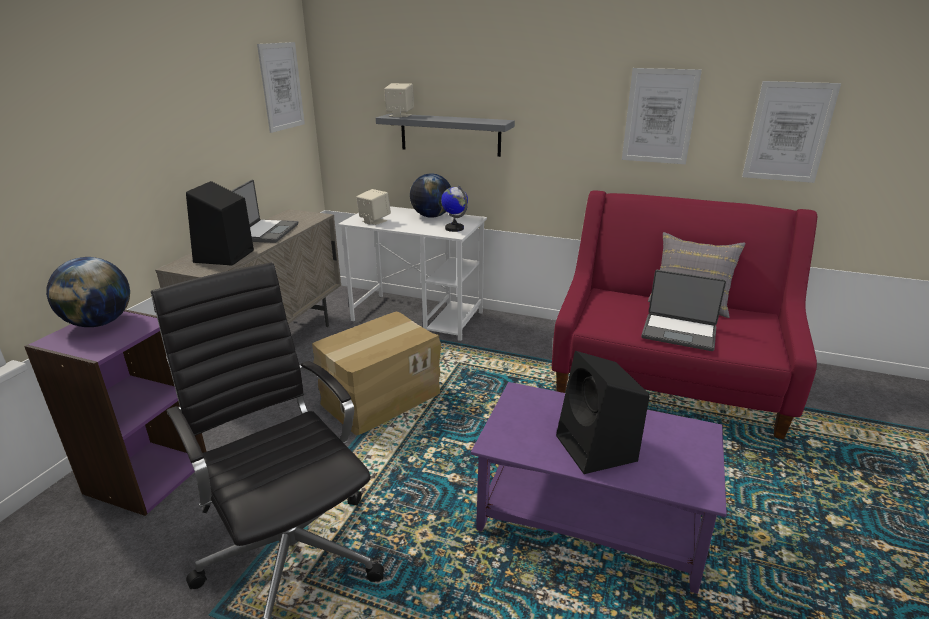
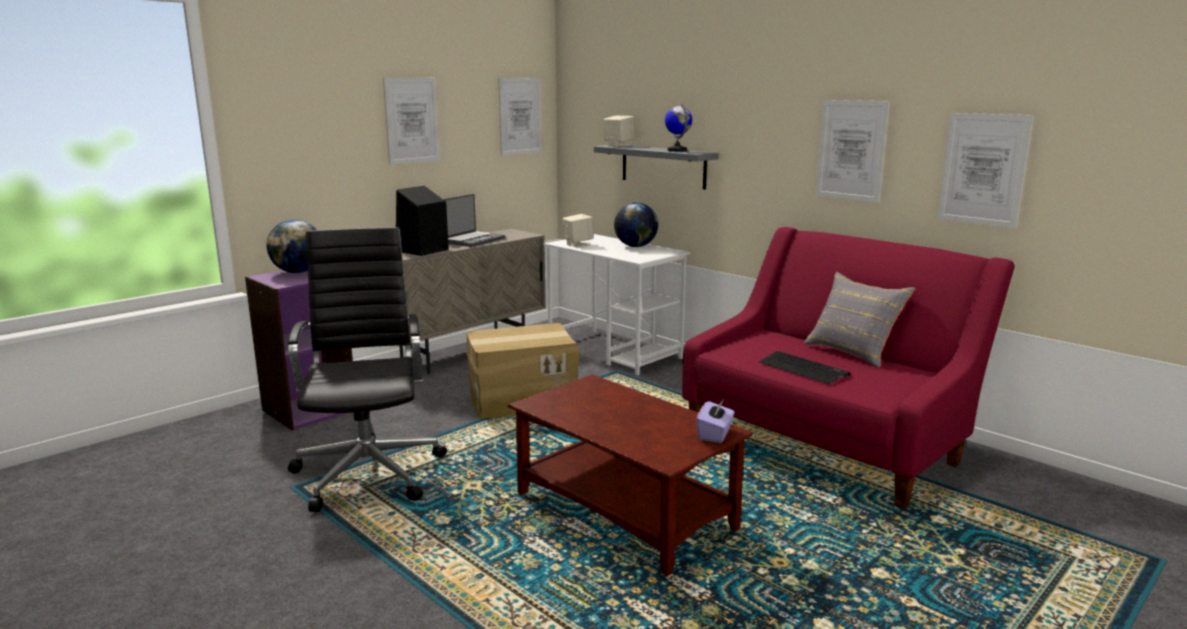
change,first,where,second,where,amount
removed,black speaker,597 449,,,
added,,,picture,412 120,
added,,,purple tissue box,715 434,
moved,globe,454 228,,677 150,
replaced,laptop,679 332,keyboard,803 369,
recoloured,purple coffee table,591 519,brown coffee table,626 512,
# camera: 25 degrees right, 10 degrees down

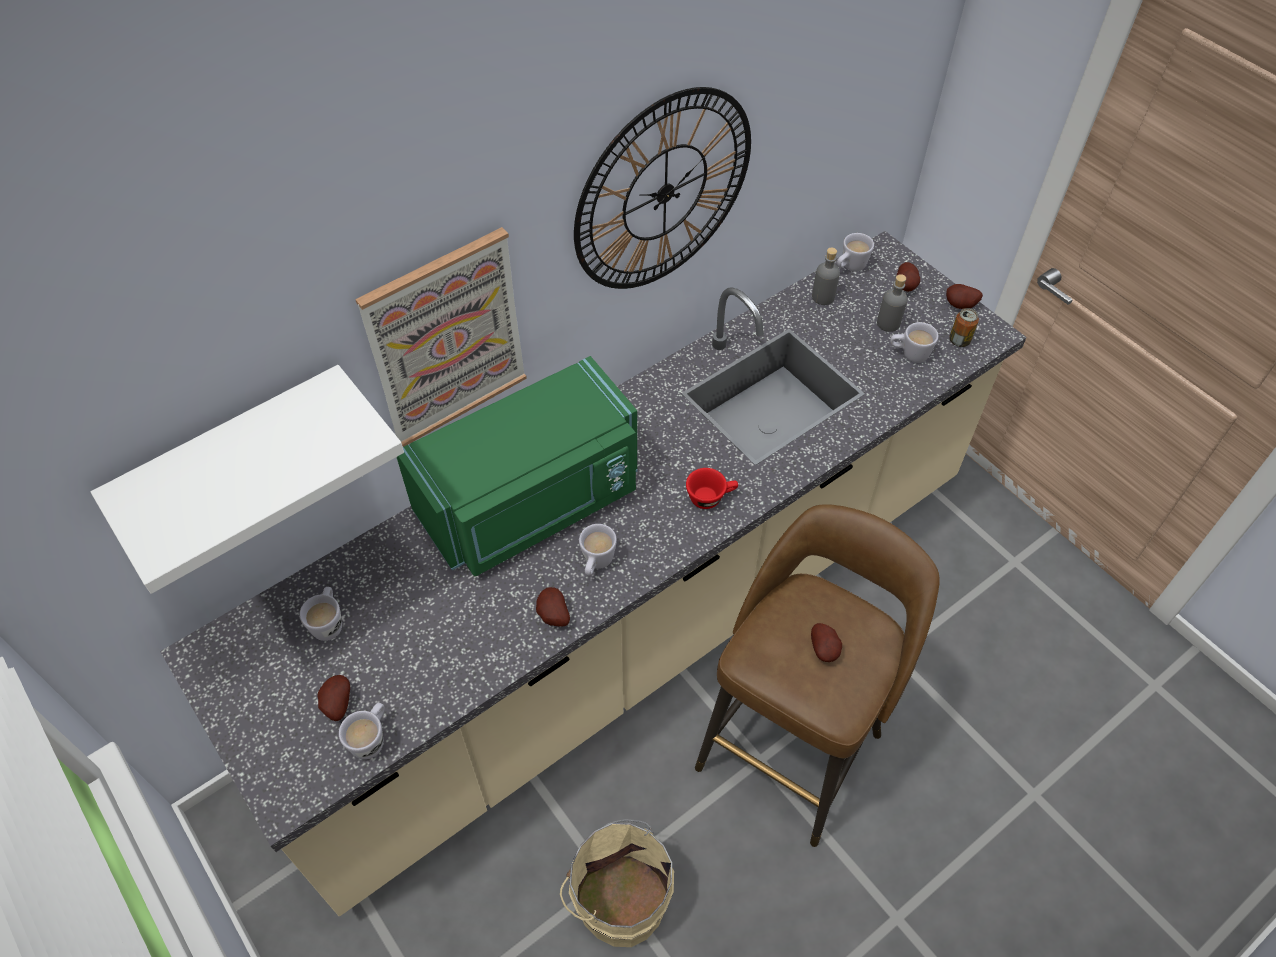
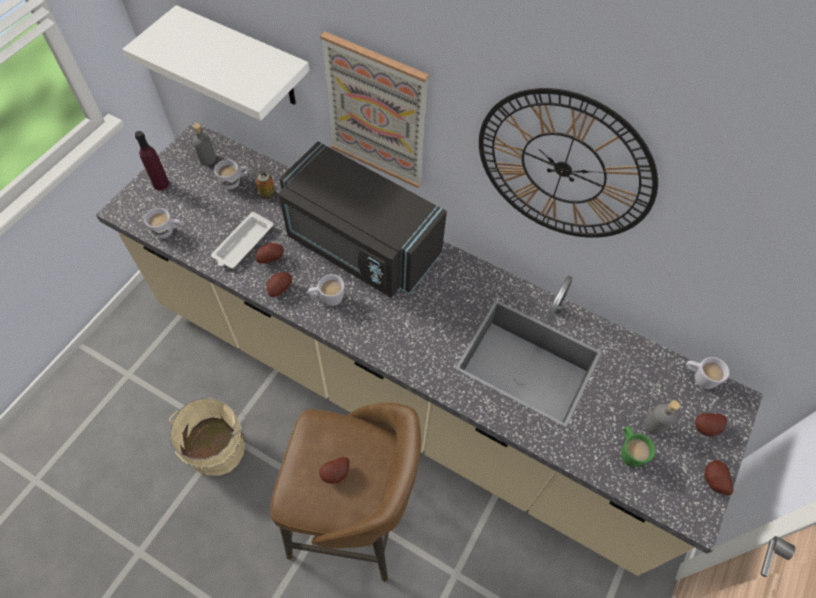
change,first,where,second,where,amount
removed,red cup,711 497,,,
added,,,purple bottle,161 184,
added,,,white tray,242 244,
moved,potato,336 704,,270 258,
moved,grey bottle,823 297,,207 159,
moved,can,959 341,,267 194,
recoloured,green microwave,532 503,black microwave,359 246,
recoloured,white mug,909 354,green mug,628 451,
# camera: 65 degrees right, 5 degrees up

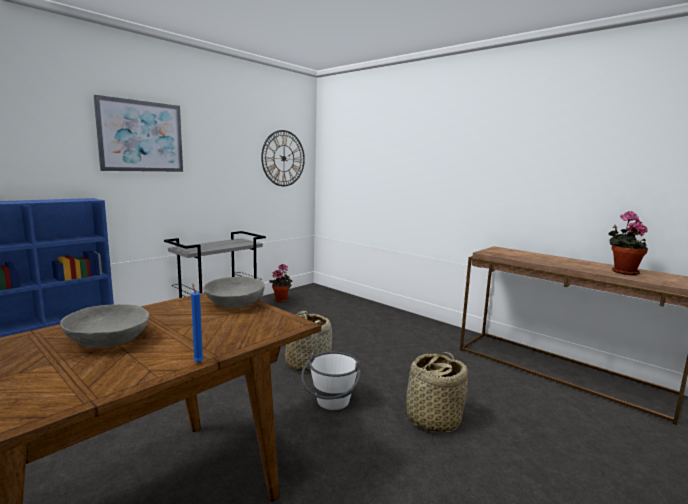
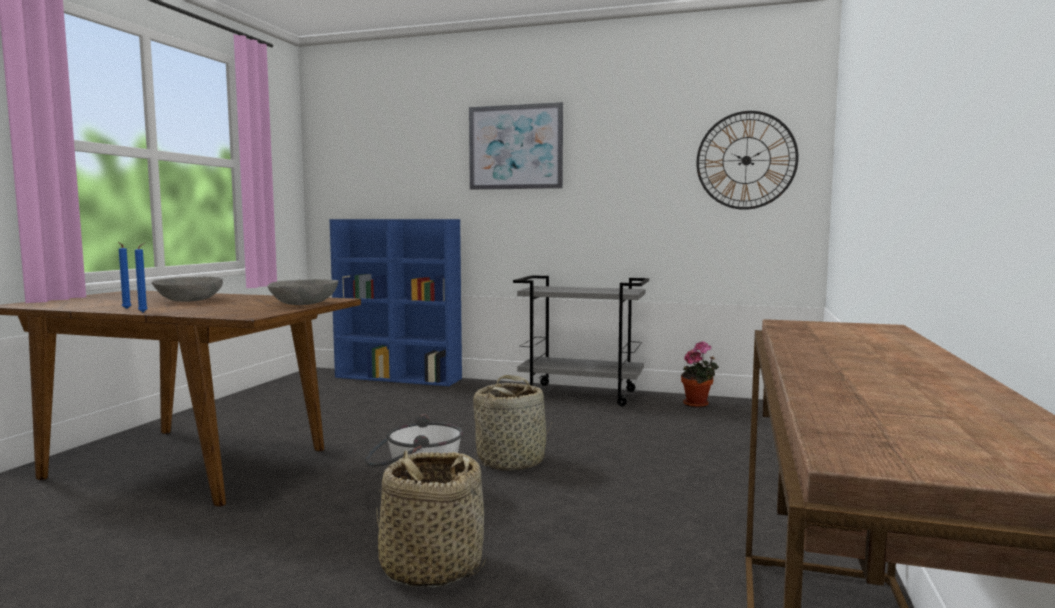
change,first,where,second,where,amount
removed,potted plant,622 272,,,
added,,,blue candle,126 309,
# camera: 65 degrees right, 5 degrees down

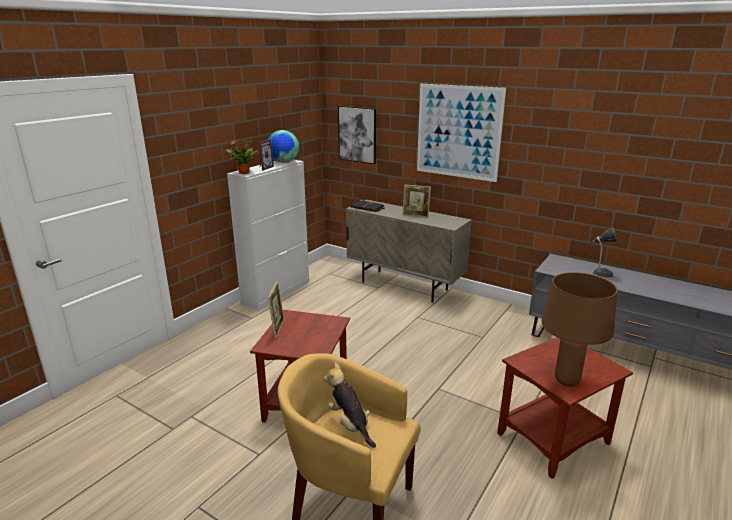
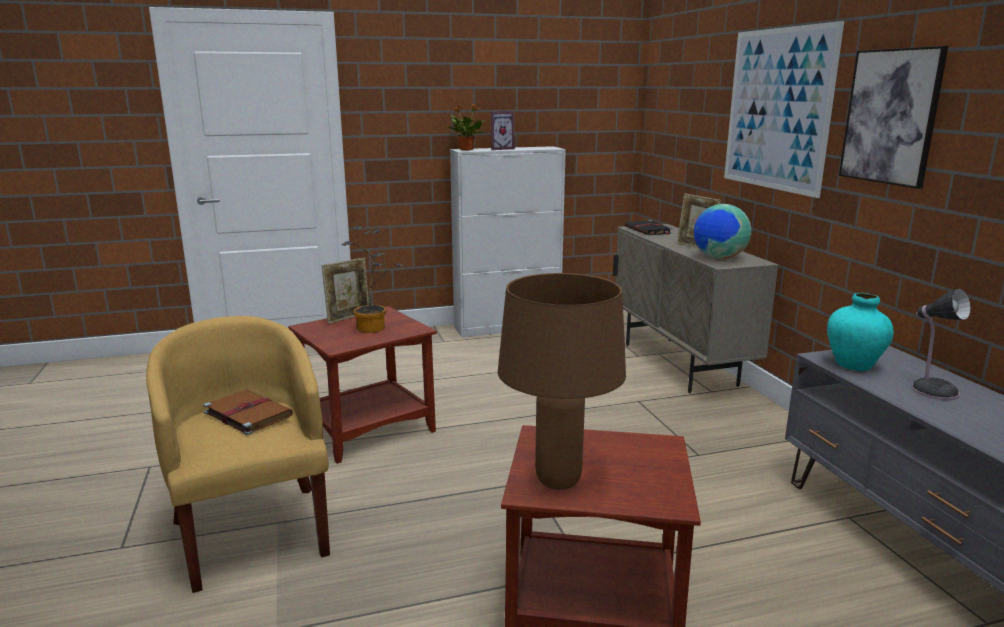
change,first,where,second,where,amount
added,,,potted plant,375 328,
added,,,turquoise vase,853 365,
moved,globe,283 162,,719 258,
moved,picture,357 134,,891 116,
replaced,plush toy,350 424,brown book,247 414,
# camera: 40 degrees right, 5 degrees down

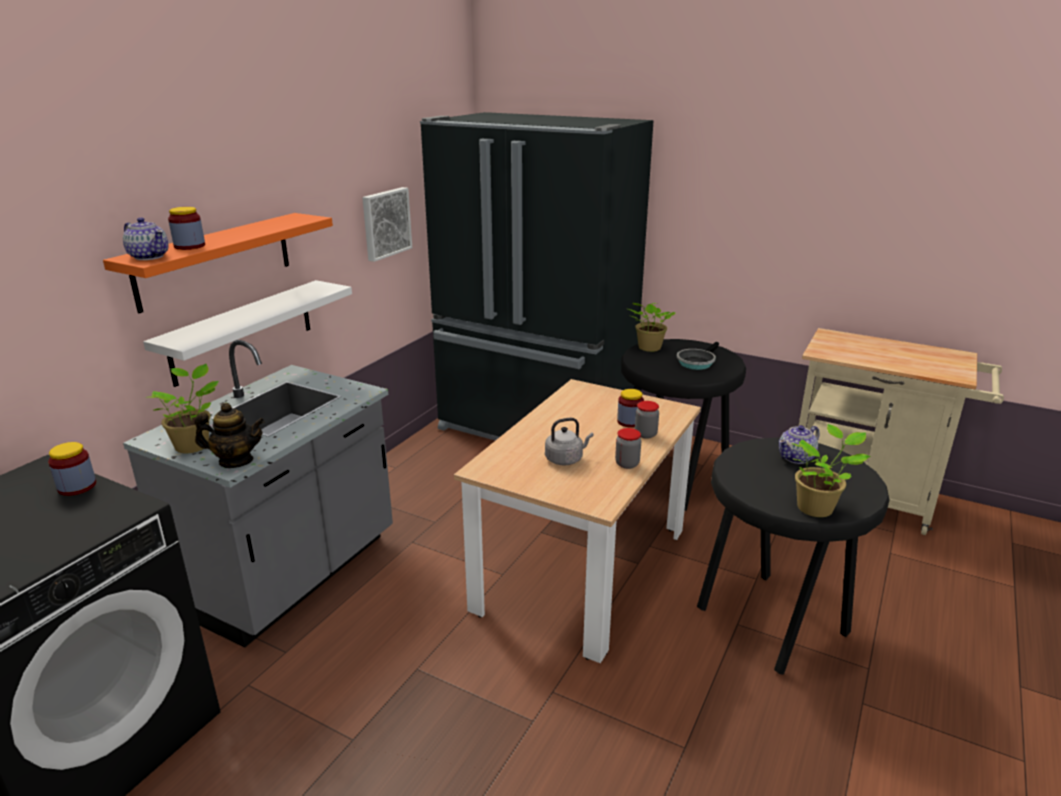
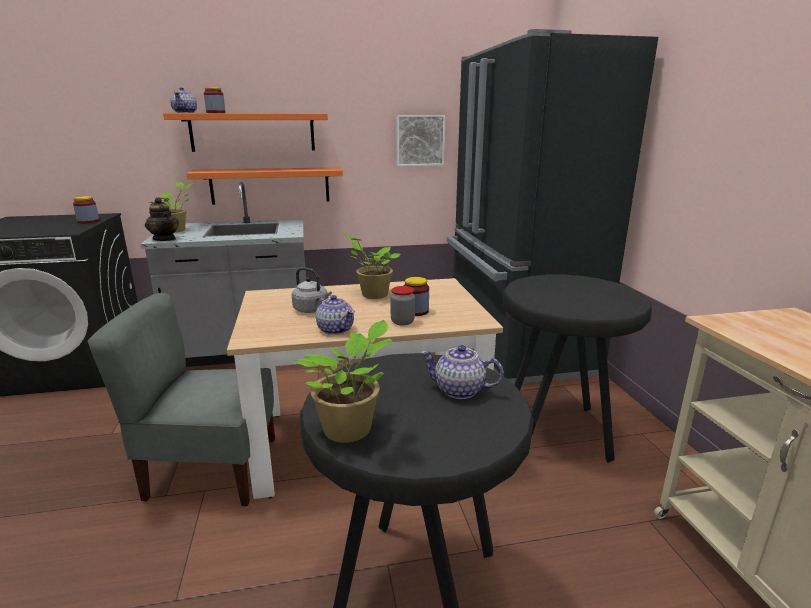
change,first,where,second,where,amount
removed,frying pan,696 362,,,
added,,,grey chair,212 470,
moved,potted plant,648 348,,372 295,
replaced,jar,627 464,teapot,335 329,
recoloured,white shelf,243 331,orange shelf,270 185,
# camera: 50 degrees right, 5 degrees down

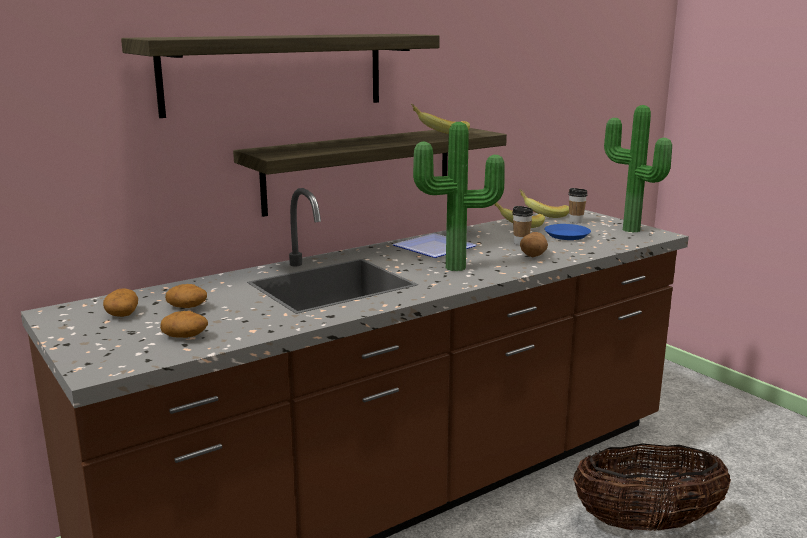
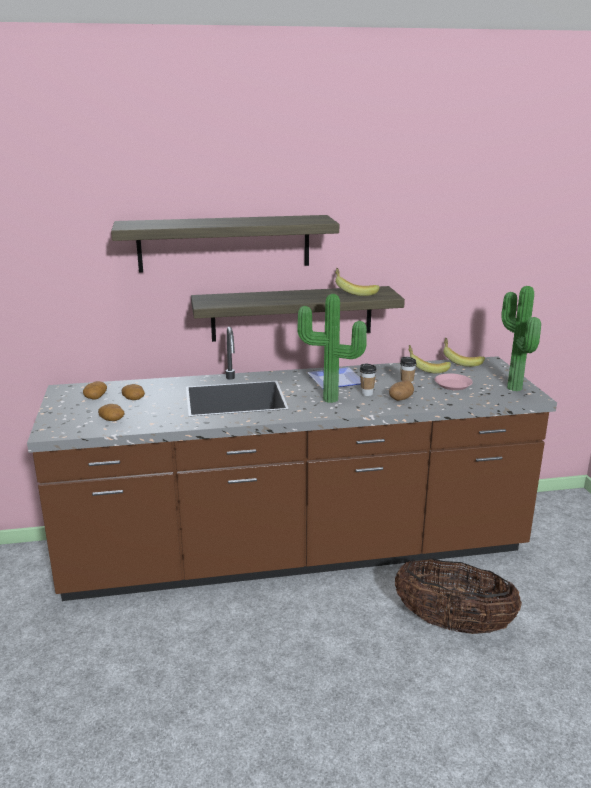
change,first,where,second,where,amount
moved,cup,575 221,,367 393,
recoloured,blue plate,566 235,pink plate,452 385,
# camera: 25 degrees right, 5 degrees up

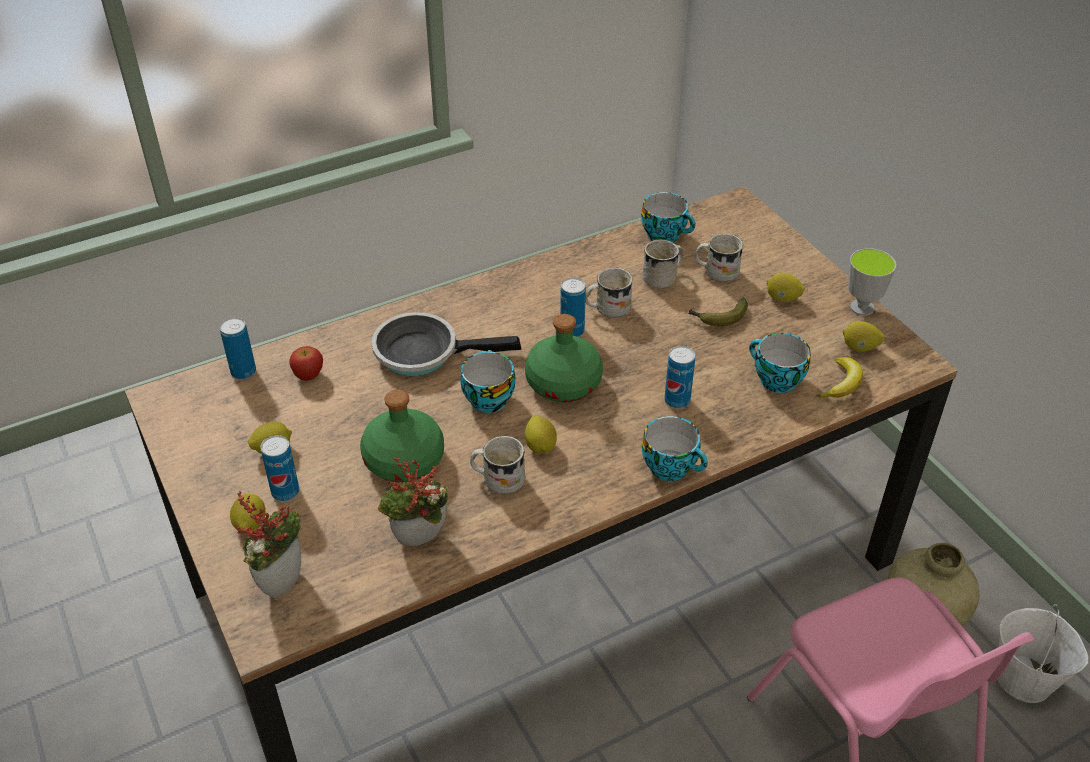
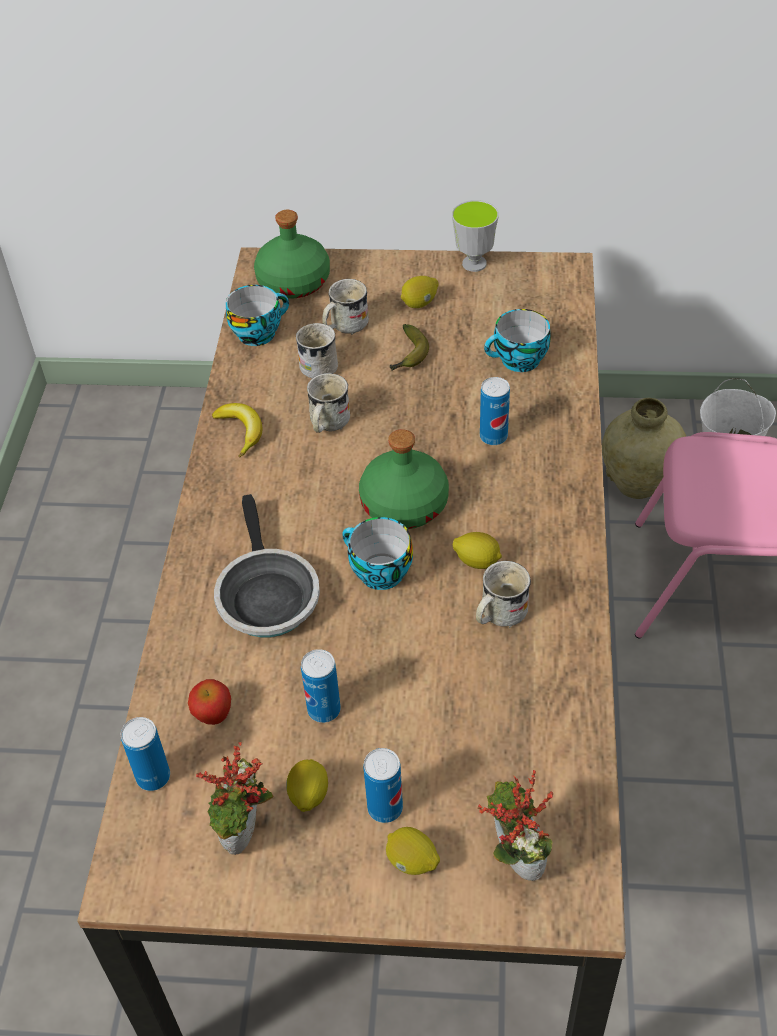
change,first,where,second,where,amount
removed,cup,672 467,,,
removed,lemon,859 347,,,
moved,green bottle,404 460,,294 282,
moved,potted plant,419 543,,246 838,
moved,can,572 331,,324 710,
moved,banana,841 384,,241 431,
turned,frying pan,424 353,,266 595,45 degrees counterclockwise
# camera: 55 degrees left, 5 degrees up

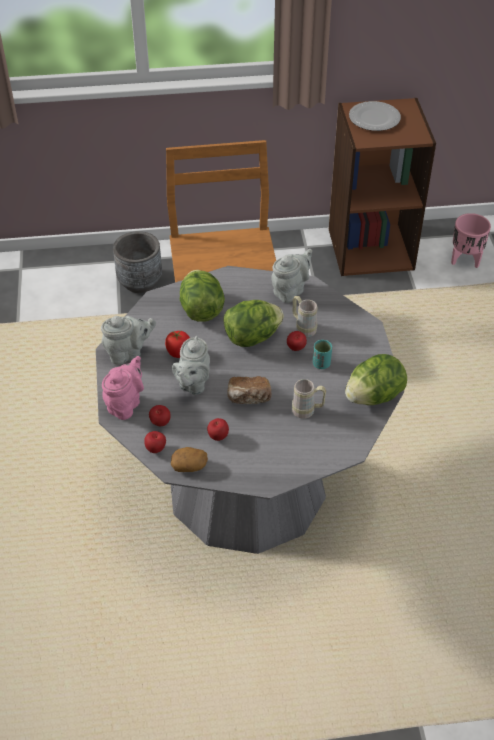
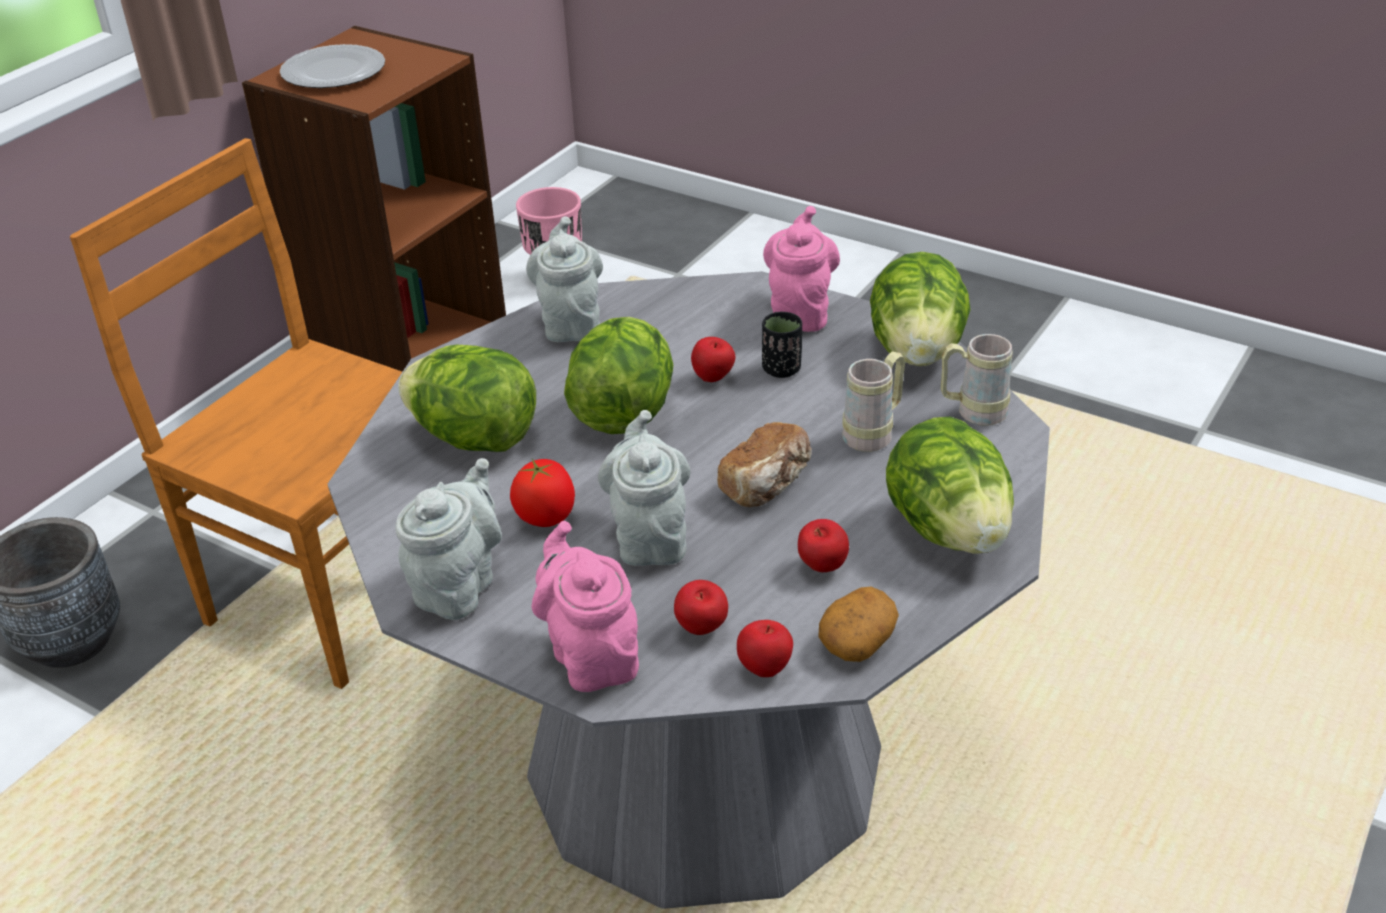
change,first,where,second,where,amount
added,,,pink teapot,800 311,
added,,,lettuce,948 530,
moved,beige mug,303 328,,972 413,
recoloured,turquoise cup,321 364,black cup,781 369,
turned,grey teapot,193 384,,649 537,150 degrees counterclockwise
# camera: 50 degrees left, 10 degrees down

